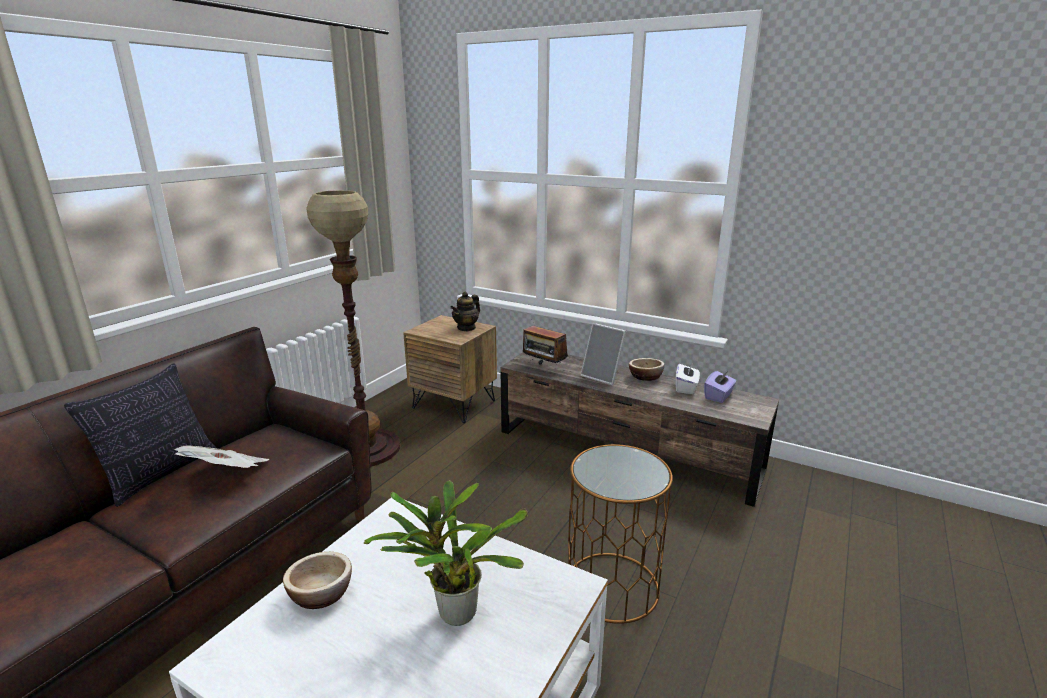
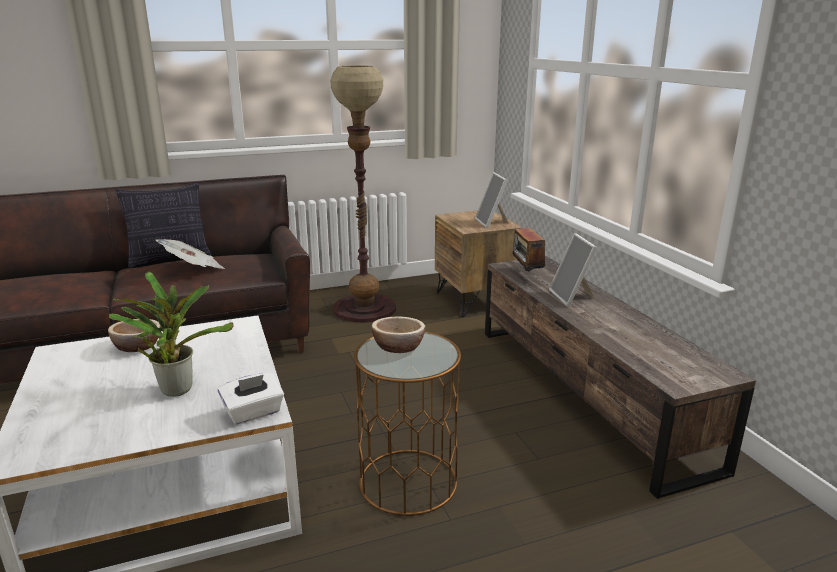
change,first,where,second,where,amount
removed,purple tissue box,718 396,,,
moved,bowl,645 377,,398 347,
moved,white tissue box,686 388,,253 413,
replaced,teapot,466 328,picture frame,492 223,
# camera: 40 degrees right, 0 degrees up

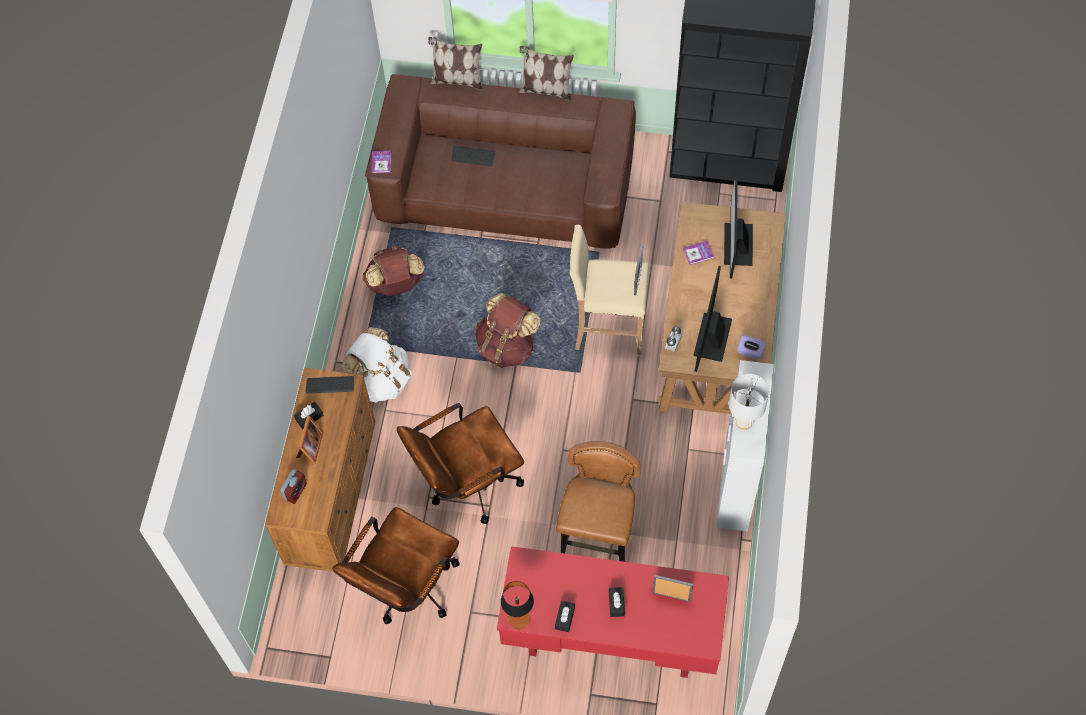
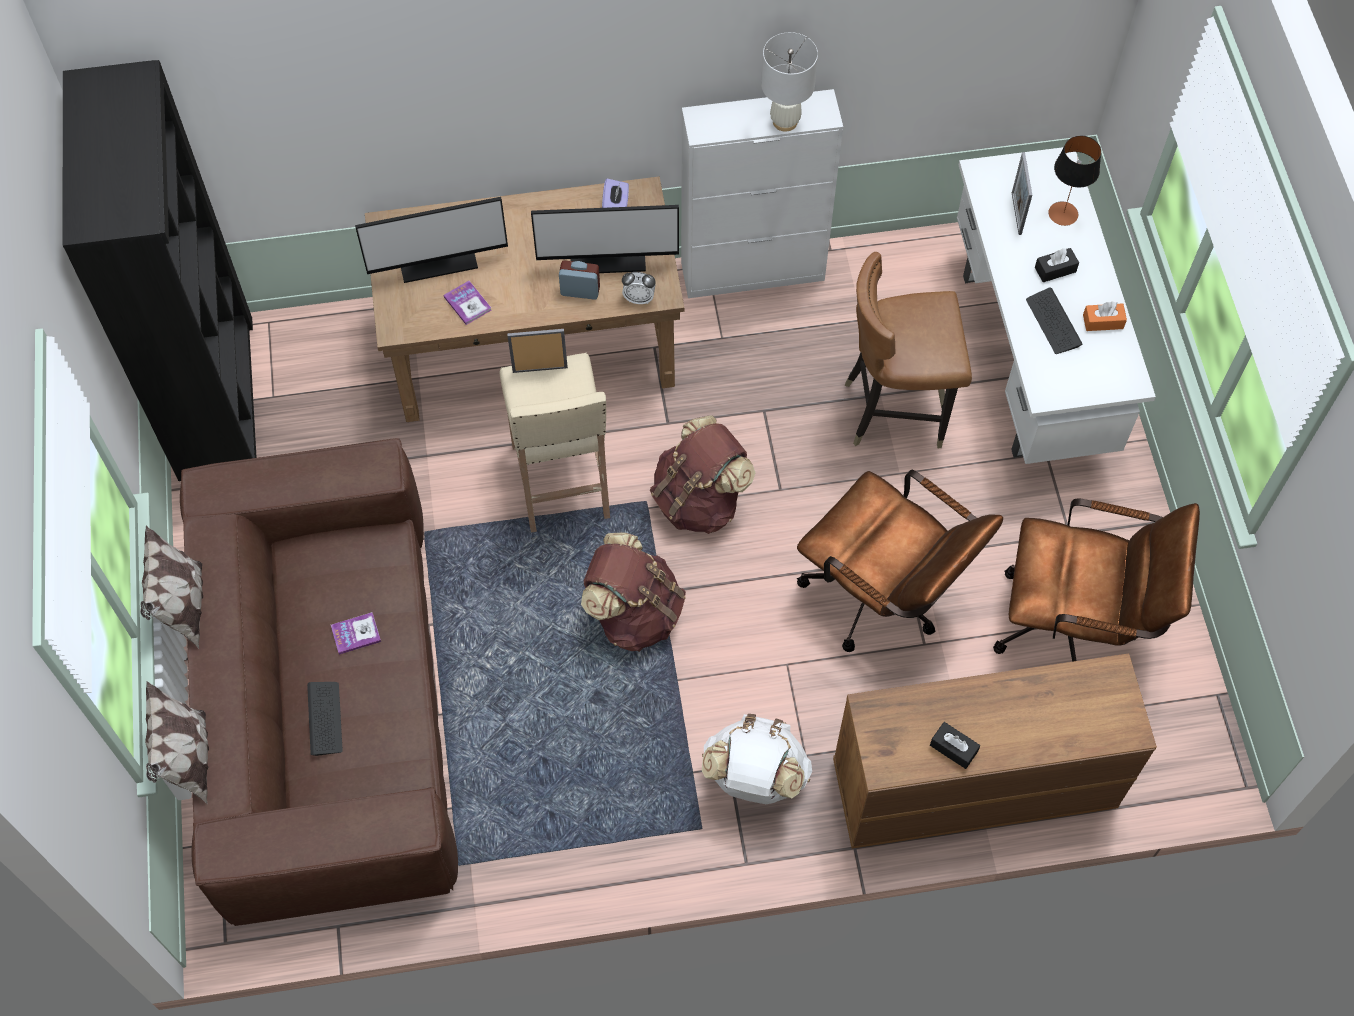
change,first,where,second,where,amount
removed,picture frame,310 447,,,
moved,alarm clock,295 491,,580 291,
moved,keyboard,330 385,,1053 322,
moved,brown backpack,396 284,,699 500,
moved,book,381 162,,356 634,
moved,table lamp,519 618,,1063 214,
recoloured,red desk,611 638,white desk,1029 359,
recoloured,black tissue box,565 618,orange tissue box,1103 321,
# camera: 110 degrees left, 0 degrees up

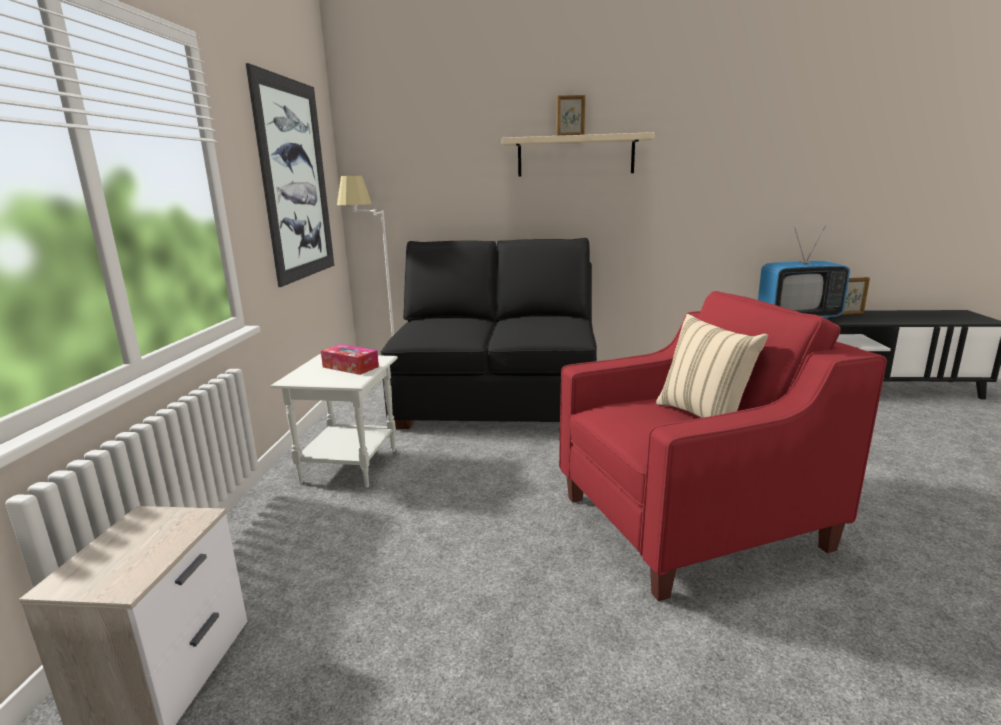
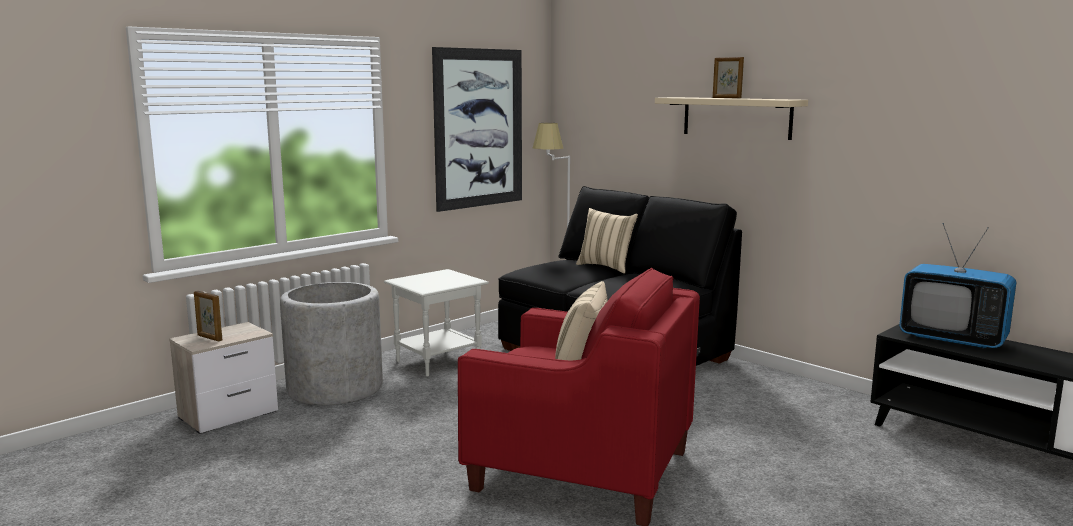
change,first,where,second,where,amount
removed,tissue box,350 367,,,
added,,,grey planter,335 388,
added,,,beige pillow,606 267,
moved,picture frame,850 314,,209 338,
# camera: 40 degrees right, 5 degrees down

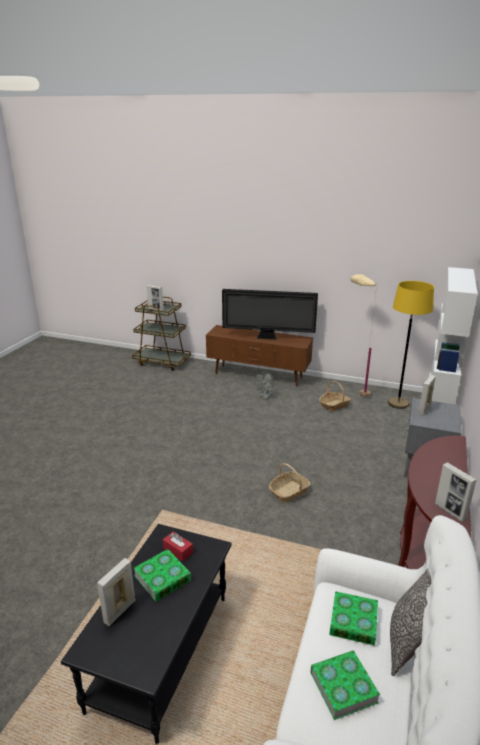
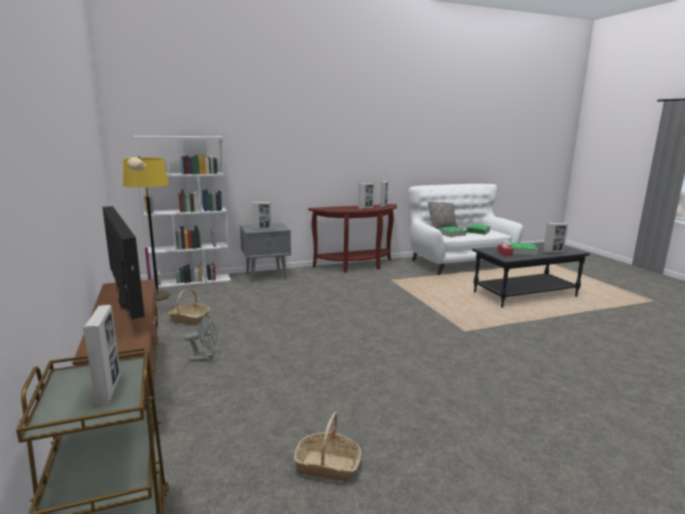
change,first,where,second,where,amount
added,,,picture frame,365 208,
moved,basket,289 492,,328 465,
# camera: 130 degrees left, 10 degrees down

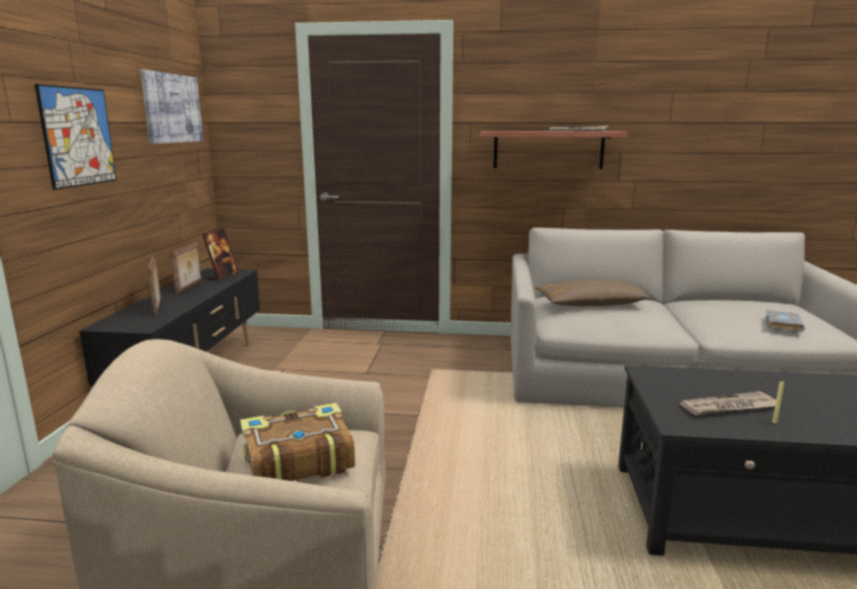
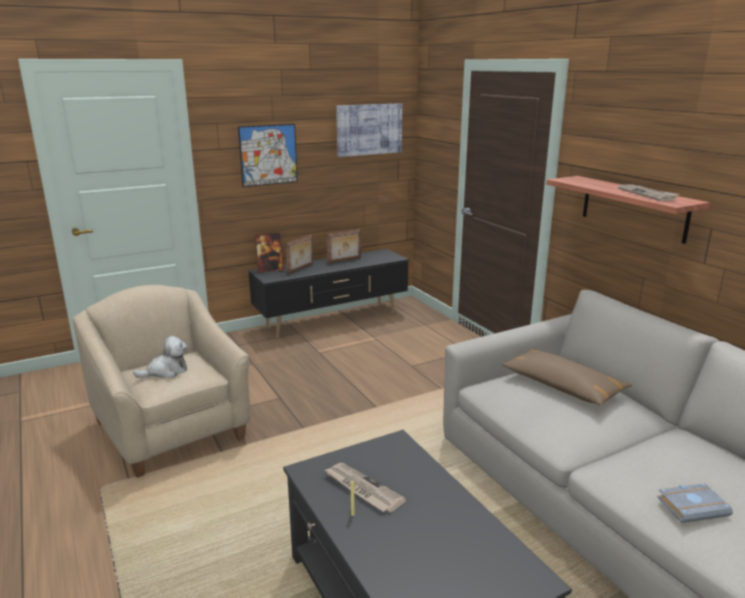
change,first,where,second,where,amount
moved,picture frame,222 276,,270 270,
replaced,book,296 460,plush toy,166 371,
# camera: 55 degrees right, 5 degrees up

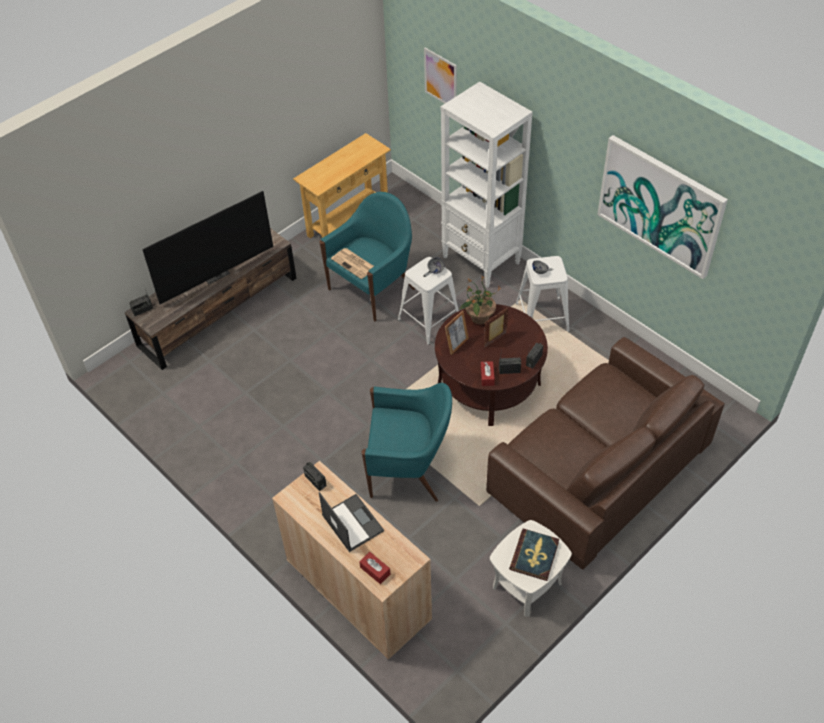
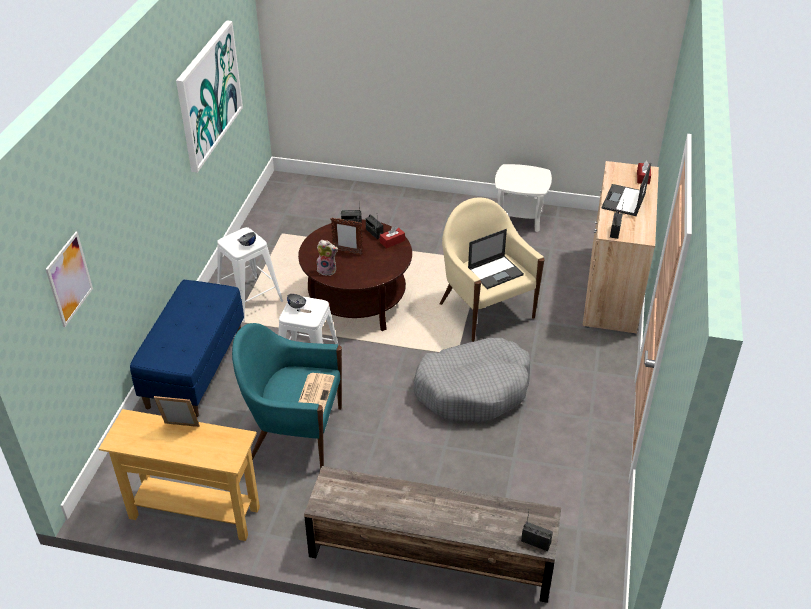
change,first,where,second,where,amount
removed,television,215 274,,,
removed,brown sofa,598 468,,,
removed,book,534 556,,,
added,,,grey dog bed,473 389,
added,,,laptop,495 272,
moved,picture frame,456 344,,180 428,
replaced,white bookcase,481 260,blue bench,194 368,
replaced,potted plant,479 317,plush toy,327 270,
recoloured,turquoise armchair,409 468,beige armchair,485 309,
# camera: 125 degrees left, 10 degrees down

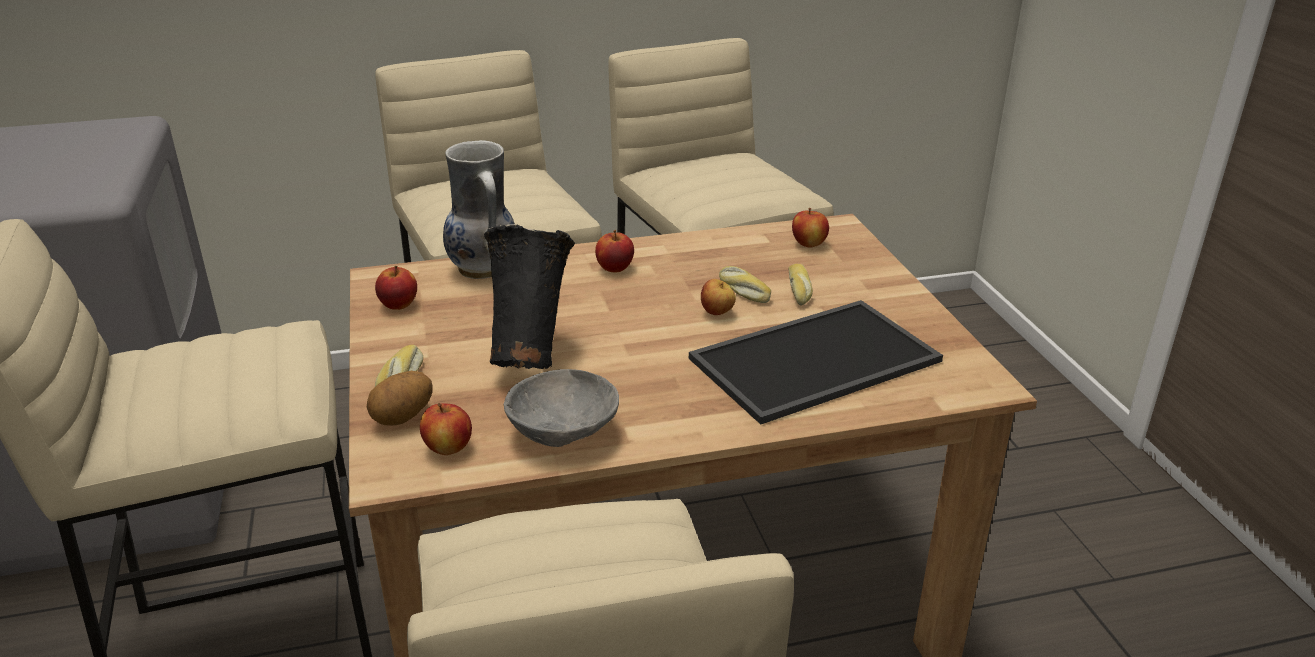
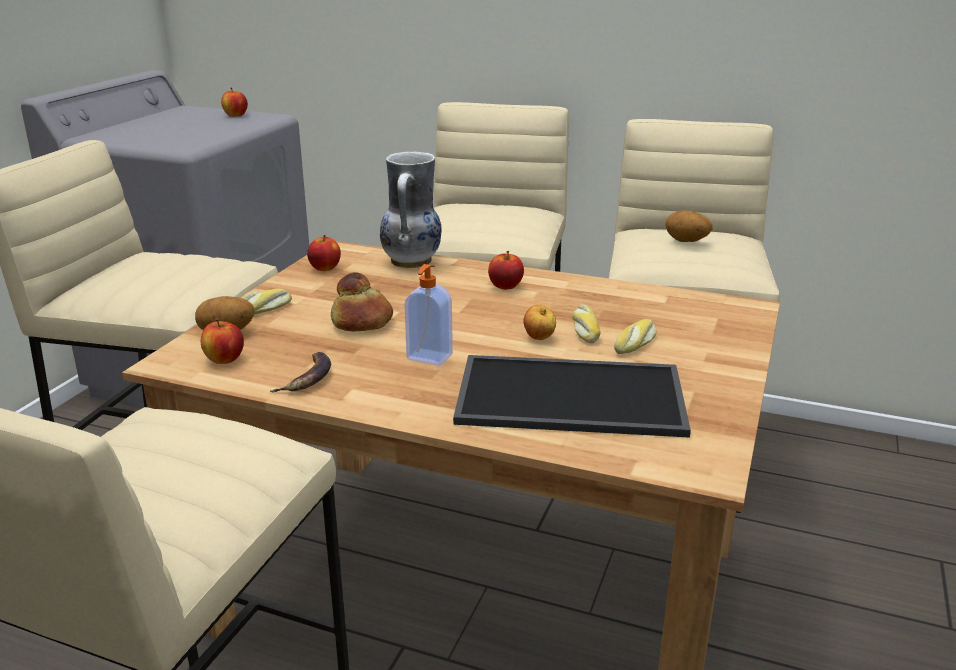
change,first,where,second,where,amount
added,,,soap dispenser,429 358,
added,,,potato,686 241,
moved,apple,809 244,,236 115,
replaced,black vase,531 354,bread,361 322,
replaced,grey bowl,565 433,banana,307 378,
# camera: 35 degrees right, 5 degrees down

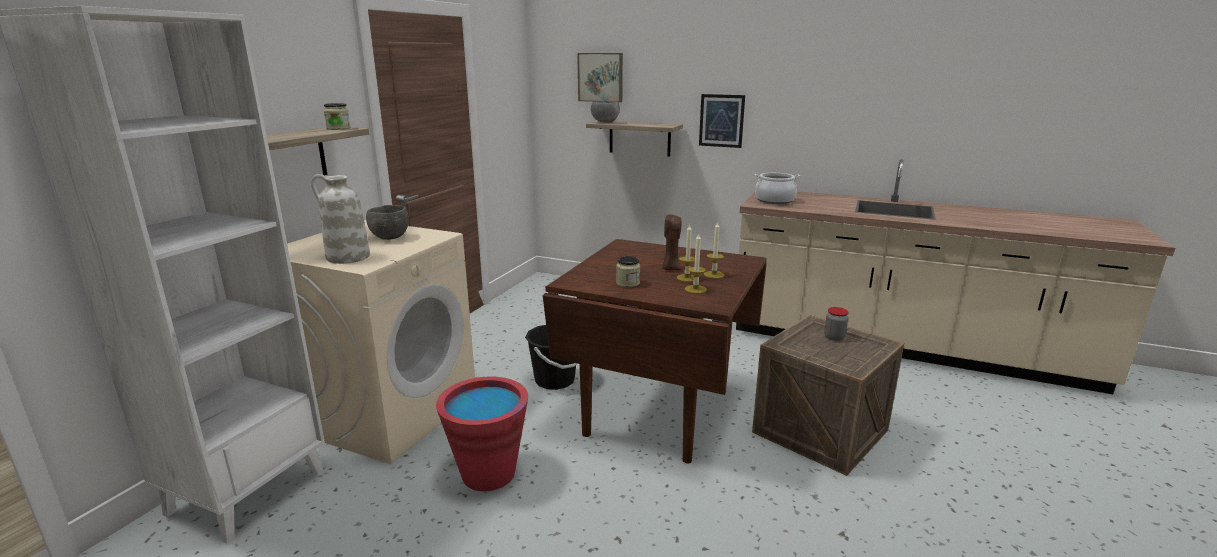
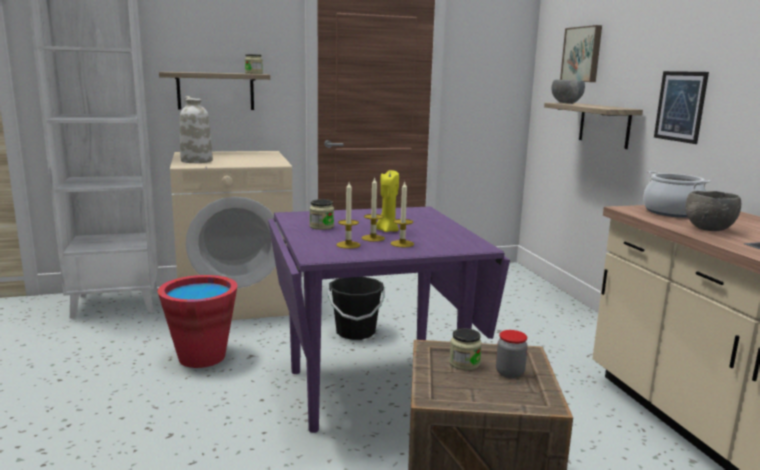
change,first,where,second,where,amount
added,,,jar,464 363,
moved,grey bowl,389 238,,708 229,
recoloured,brown dining table,659 412,purple dining table,373 390,
recoloured,brown candle,670 268,yellow candle,387 230,
# camera: 50 degrees right, 5 degrees down

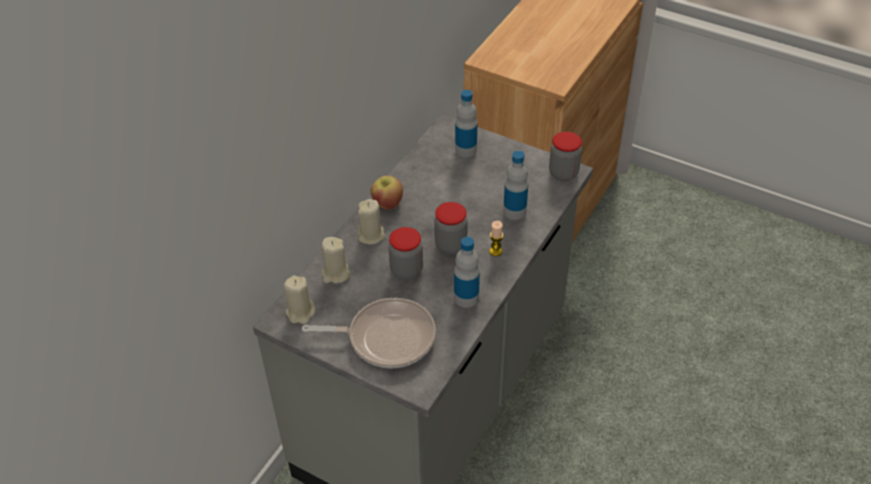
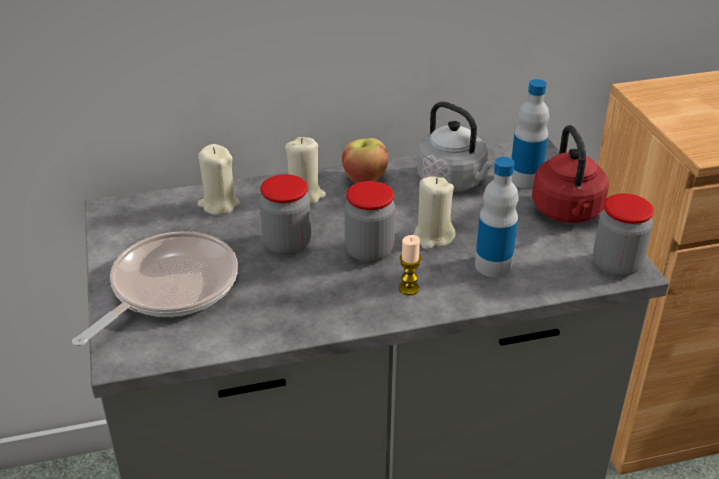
change,first,where,second,where,amount
removed,bottle,466 298,,,
added,,,grey kettle,454 182,
added,,,red kettle,567 212,
moved,beige candle,301 313,,433 237,
turned,frying pan,386 338,,169 288,105 degrees counterclockwise
# camera: 45 degrees right, 10 degrees down

